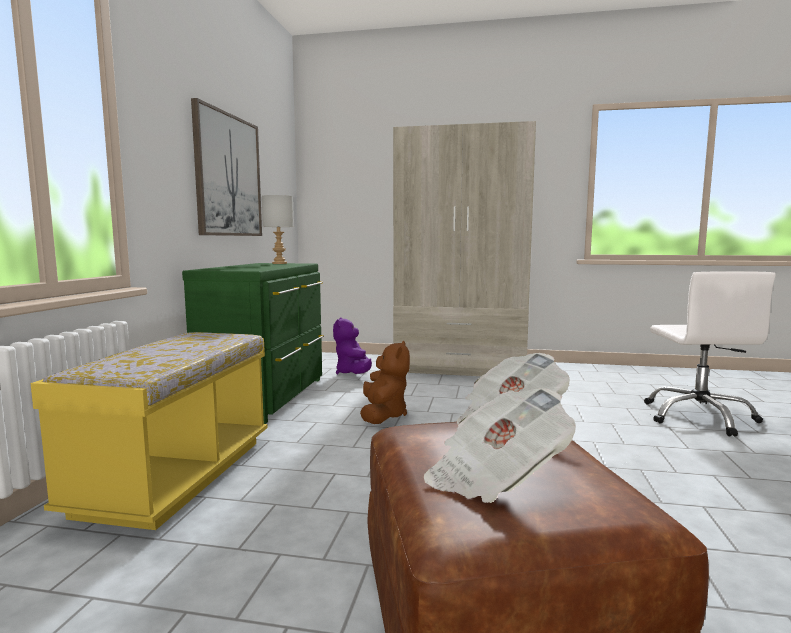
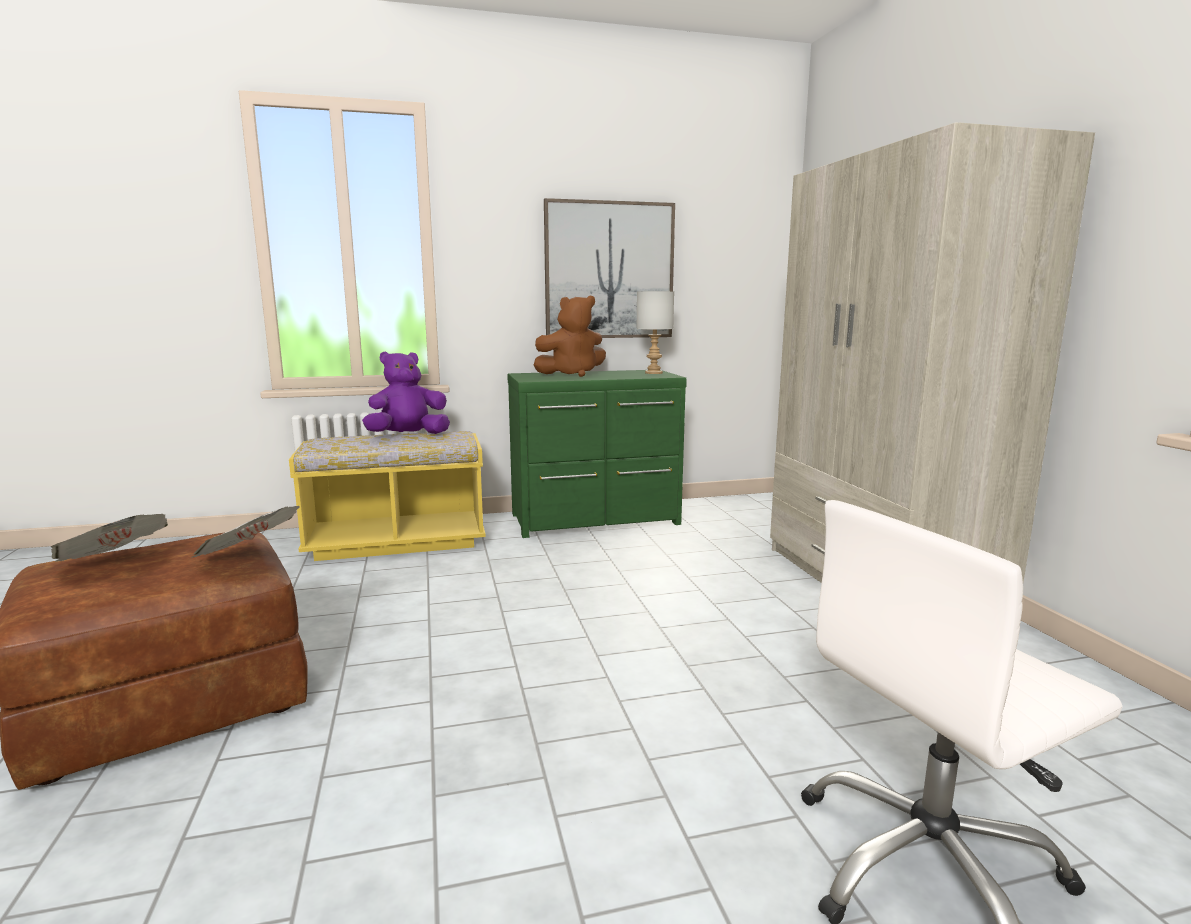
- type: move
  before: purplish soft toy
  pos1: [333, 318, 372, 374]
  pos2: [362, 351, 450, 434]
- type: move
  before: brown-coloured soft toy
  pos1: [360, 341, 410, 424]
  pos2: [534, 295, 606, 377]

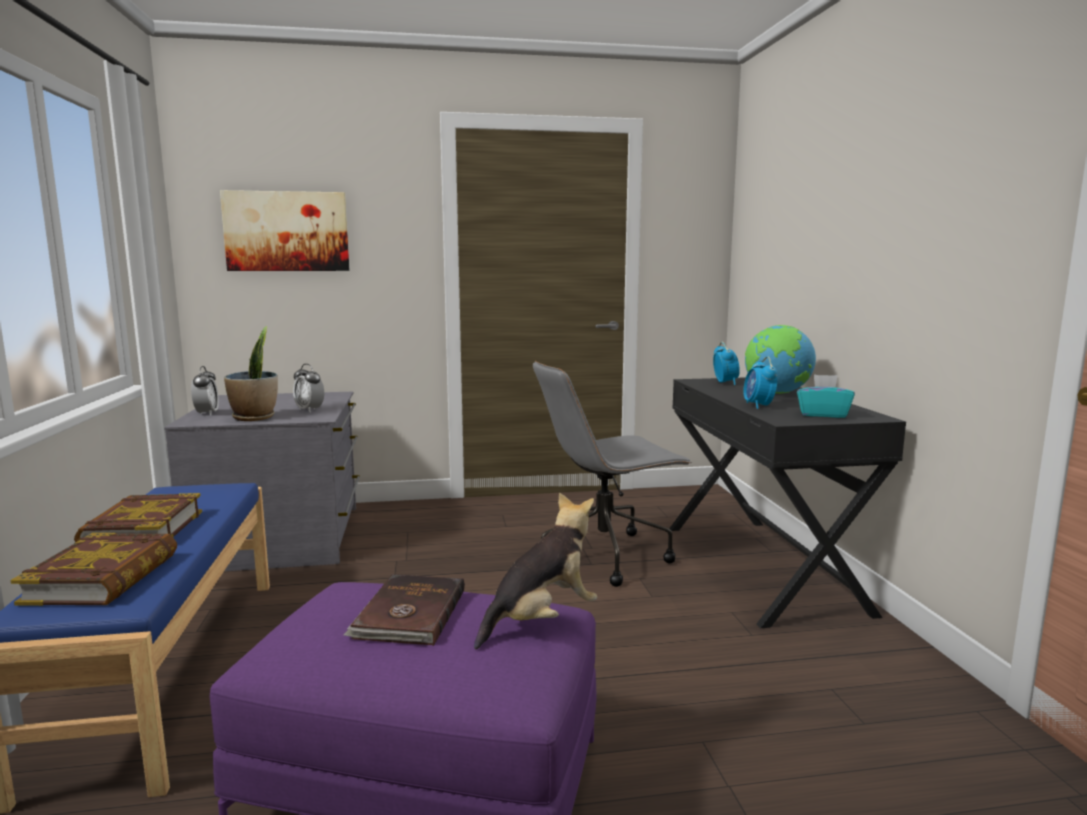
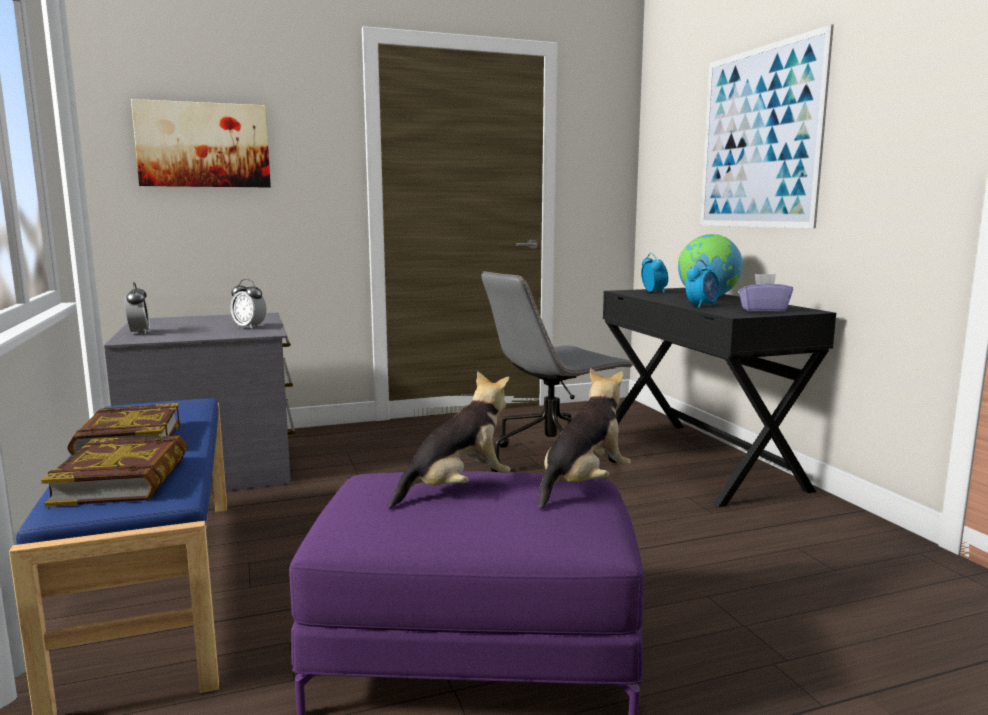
- type: delete
  before: houseplant
  pos1: [224, 326, 278, 421]
- type: replace
  before: brown-coloured volume
  after: soft toy
  pos1: [344, 574, 465, 646]
  pos2: [388, 371, 511, 509]
- type: rotate
  before: alarm clock
  pos1: [743, 356, 777, 409]
  pos2: [686, 260, 720, 308]
  turn: -120
- type: recolor
  before: turquoise-coloured tissue box
  after: purplish tissue box
  pos1: [797, 374, 855, 418]
  pos2: [738, 274, 793, 312]
- type: insert
  after: wall picture
  pos2: [700, 24, 834, 228]

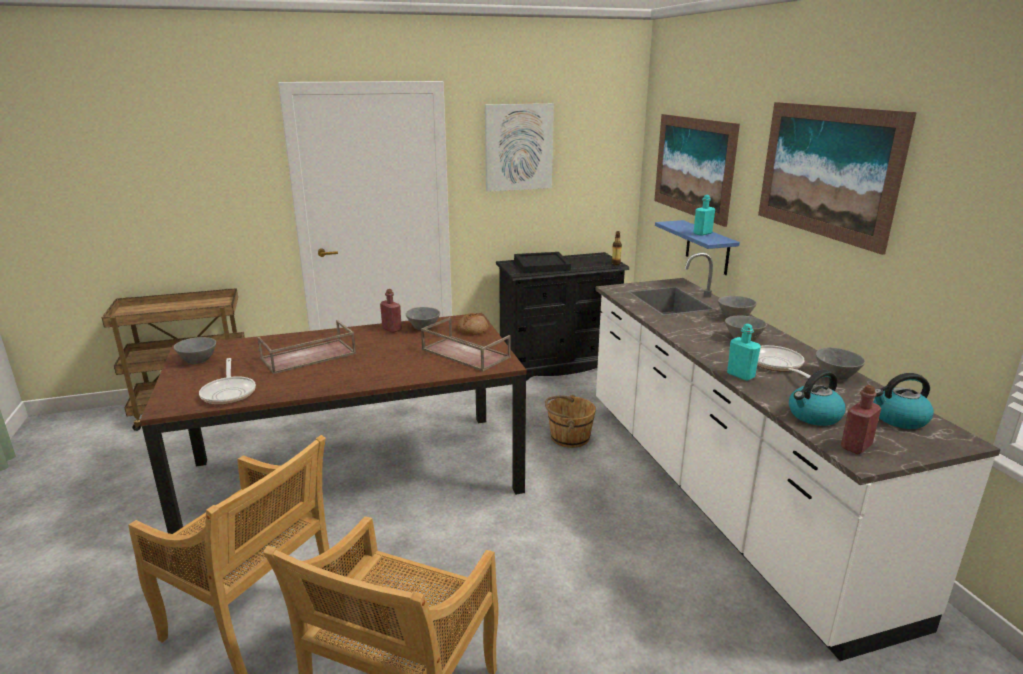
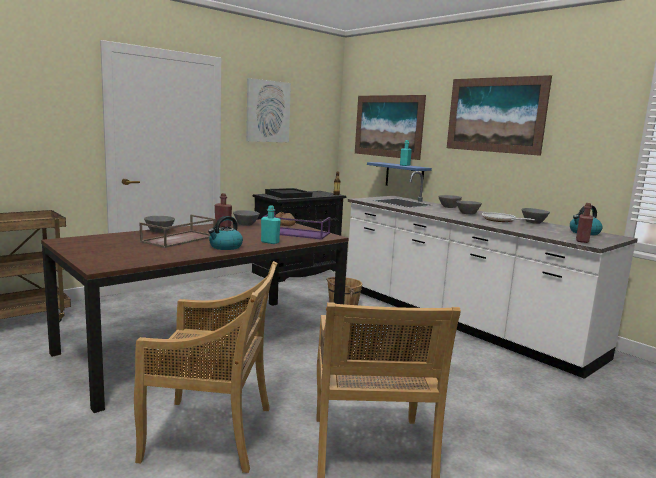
- type: move
  before: grey deep dish
  pos1: [174, 337, 216, 364]
  pos2: [144, 216, 175, 233]
- type: delete
  before: frying pan
  pos1: [199, 358, 256, 405]
- type: recolor
  before: brown-coloured carrying tray
  after: purplish carrying tray
  pos1: [421, 317, 511, 371]
  pos2: [263, 212, 331, 240]
- type: move
  before: turquoise-coloured drink bottle
  pos1: [727, 324, 761, 381]
  pos2: [261, 205, 281, 244]
- type: move
  before: tea kettle
  pos1: [789, 370, 846, 426]
  pos2: [208, 216, 243, 250]

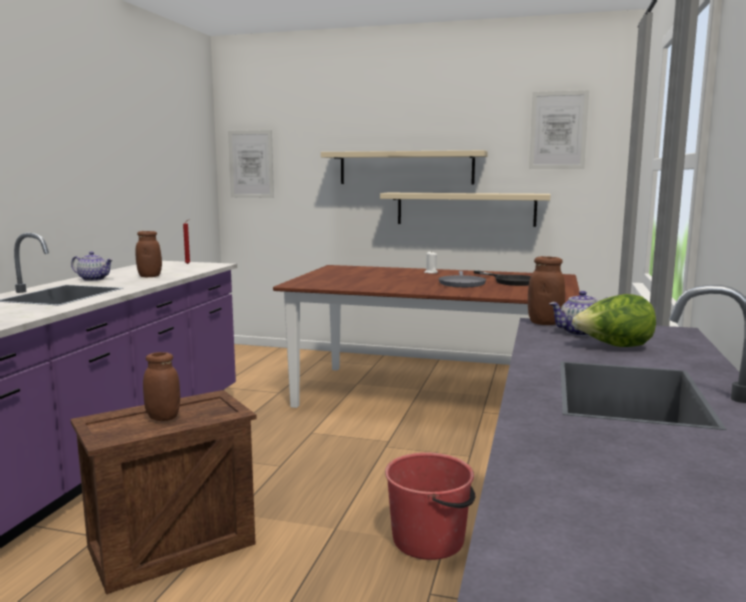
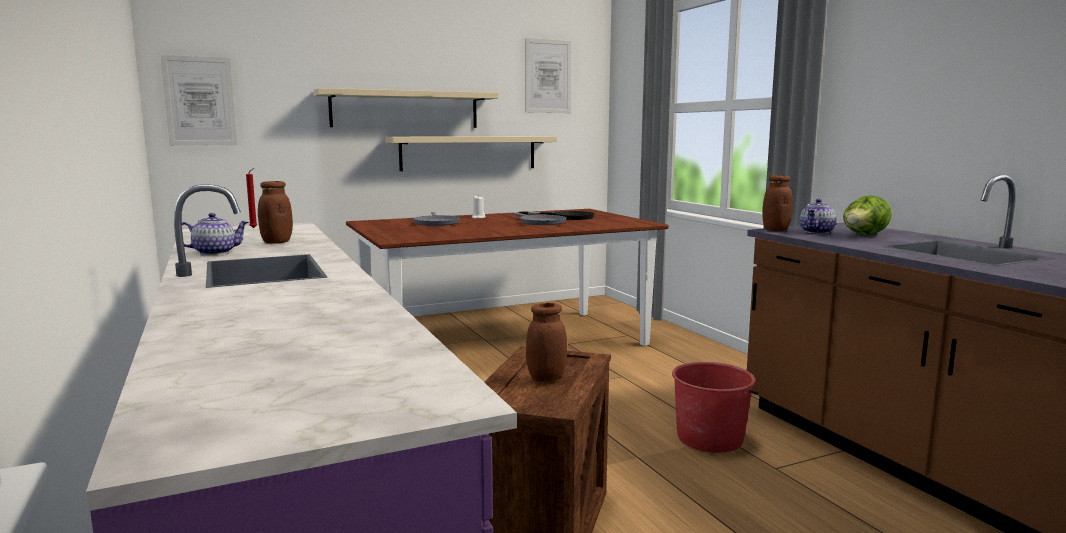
- type: insert
  after: grey frying pan
  pos2: [413, 212, 460, 226]

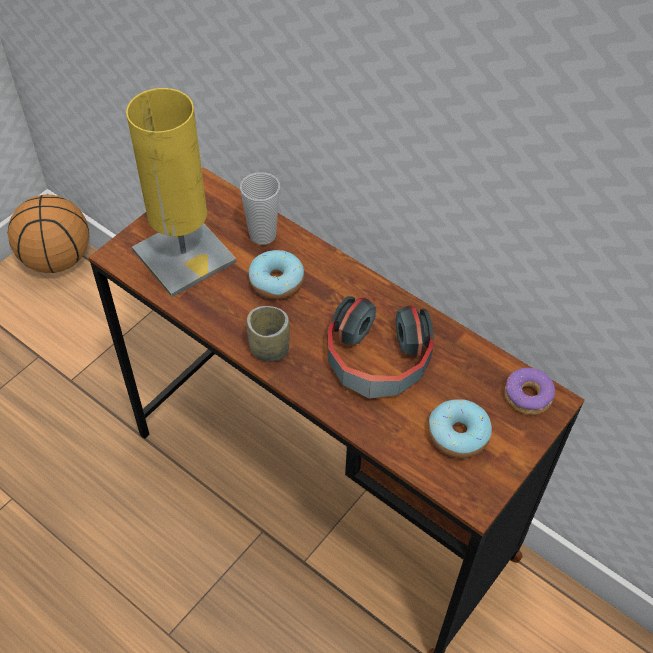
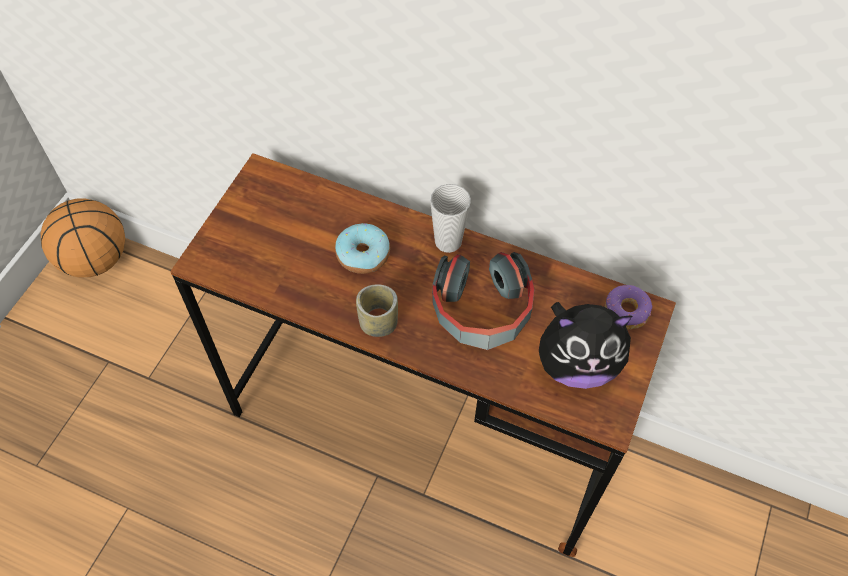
- type: delete
  before: yellow-coloured table lamp
  pos1: [126, 88, 236, 297]
- type: move
  before: small cup
  pos1: [240, 172, 280, 245]
  pos2: [430, 184, 471, 253]
- type: replace
  before: donut
  after: soft toy
  pos1: [428, 399, 492, 458]
  pos2: [539, 302, 632, 389]

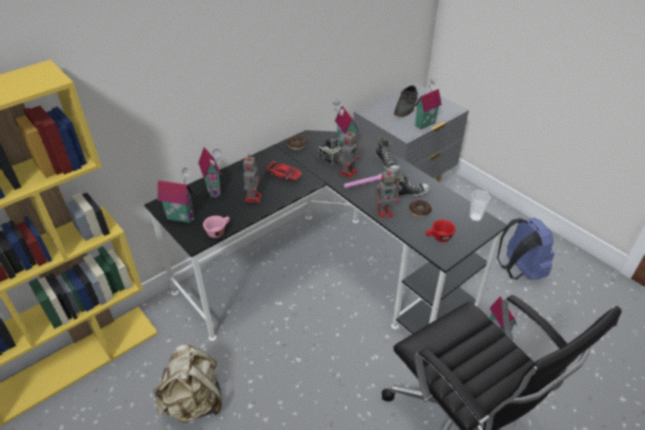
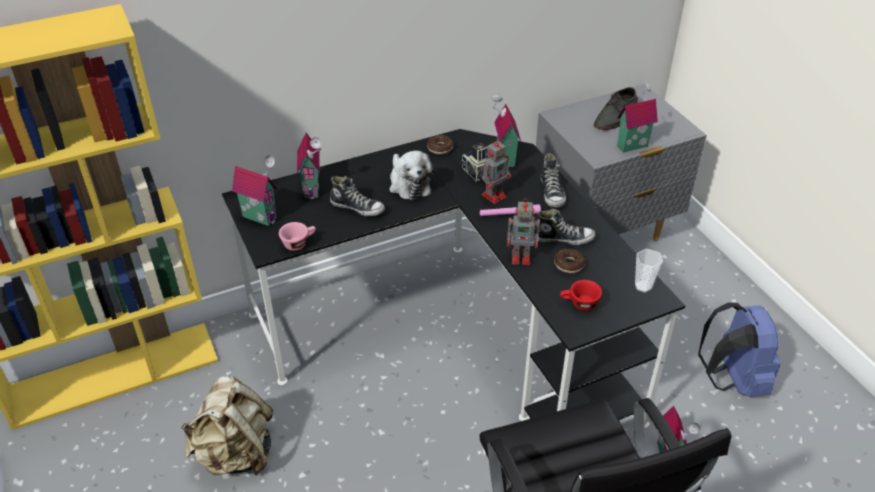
- type: replace
  before: toy robot
  after: low shoe
  pos1: [243, 154, 262, 203]
  pos2: [330, 176, 385, 217]
- type: replace
  before: model car
  after: soft toy
  pos1: [266, 161, 302, 181]
  pos2: [389, 151, 435, 200]

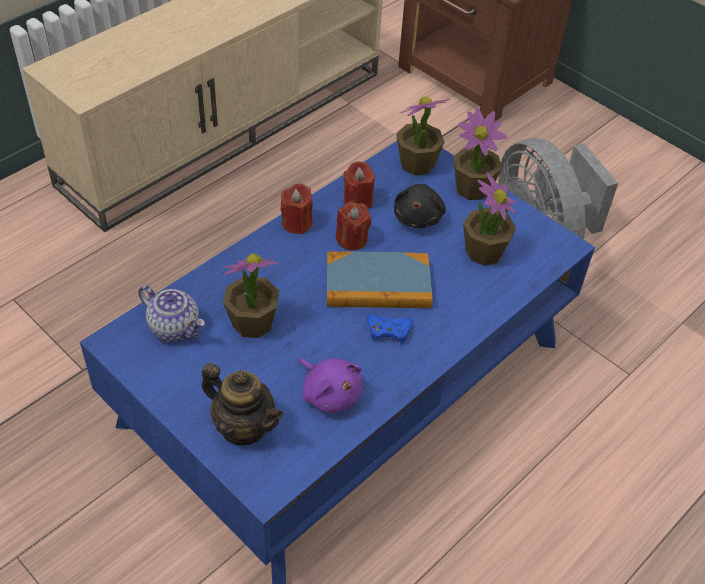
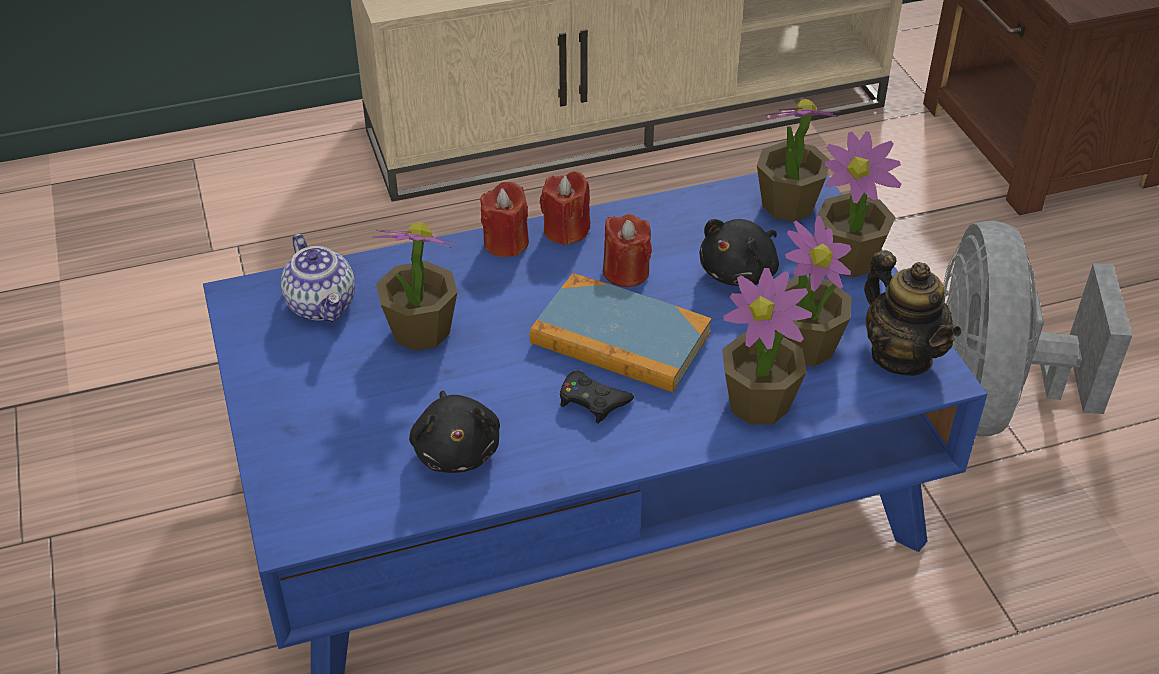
- type: move
  before: tea pot
  pos1: [202, 363, 283, 445]
  pos2: [864, 250, 962, 376]
- type: recolor
  before: purplish soft toy
  after: blackish soft toy
  pos1: [299, 358, 363, 413]
  pos2: [409, 391, 500, 473]
- type: move
  before: red-coloured wax candle
  pos1: [344, 161, 375, 209]
  pos2: [480, 182, 529, 257]
- type: recolor
  before: blue game controller
  after: blackish game controller
  pos1: [367, 314, 413, 344]
  pos2: [560, 370, 634, 423]
- type: insert
  after: houseplant
  pos2: [722, 268, 812, 425]

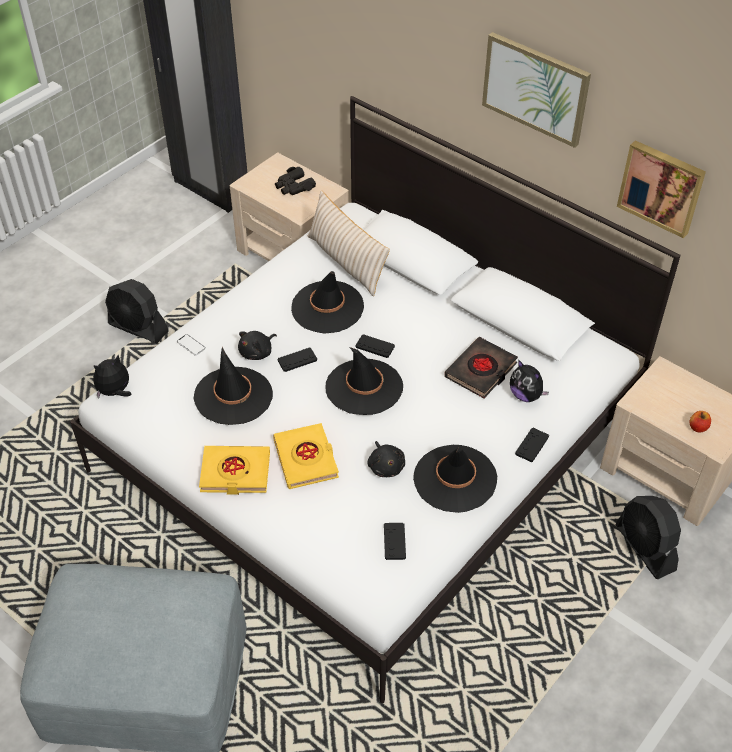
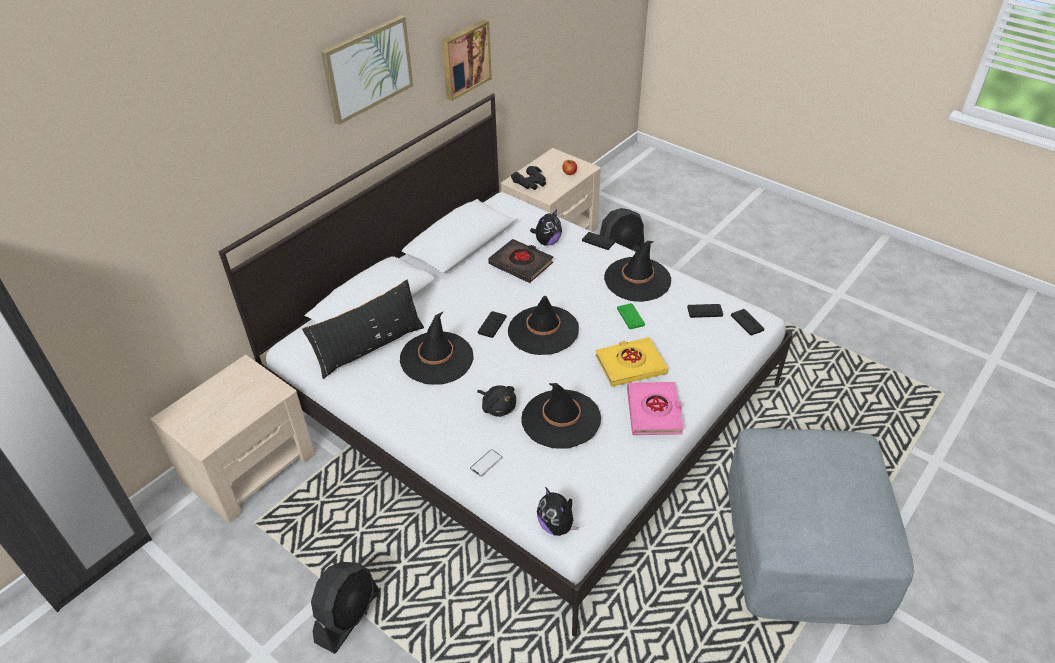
- type: recolor
  before: yellow-coloured volume
  after: pinkish volume
  pos1: [199, 446, 270, 495]
  pos2: [627, 382, 684, 435]
- type: move
  before: blackish binoculars
  pos1: [275, 166, 316, 195]
  pos2: [511, 166, 546, 190]
- type: move
  before: blackish game controller
  pos1: [278, 347, 317, 372]
  pos2: [731, 309, 764, 336]
- type: recolor
  before: sand-coloured throw pillow
  after: blackish throw pillow
  pos1: [308, 190, 390, 297]
  pos2: [302, 280, 424, 379]
- type: replace
  before: blackish soft toy
  after: green game controller
  pos1: [367, 441, 405, 477]
  pos2: [617, 303, 645, 329]

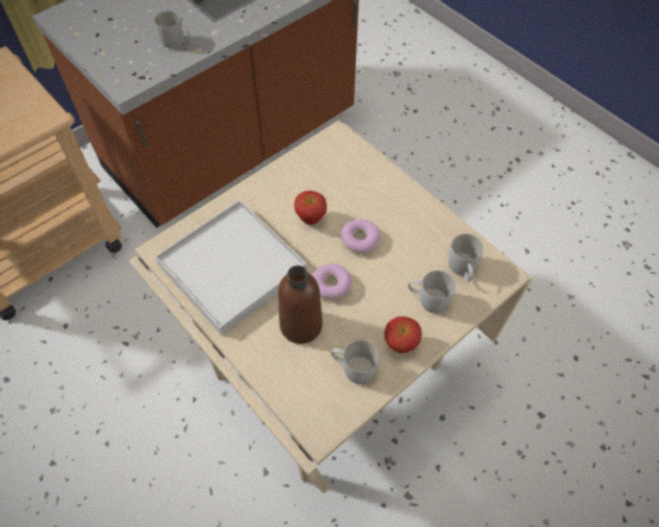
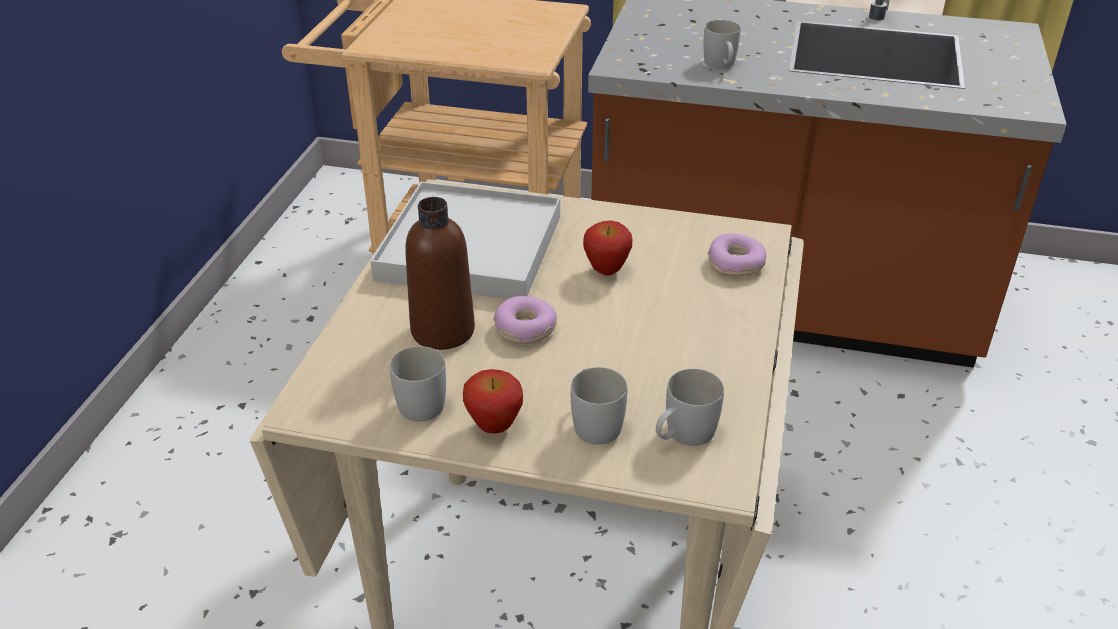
- type: move
  before: donut
  pos1: [341, 219, 380, 255]
  pos2: [707, 233, 766, 277]

